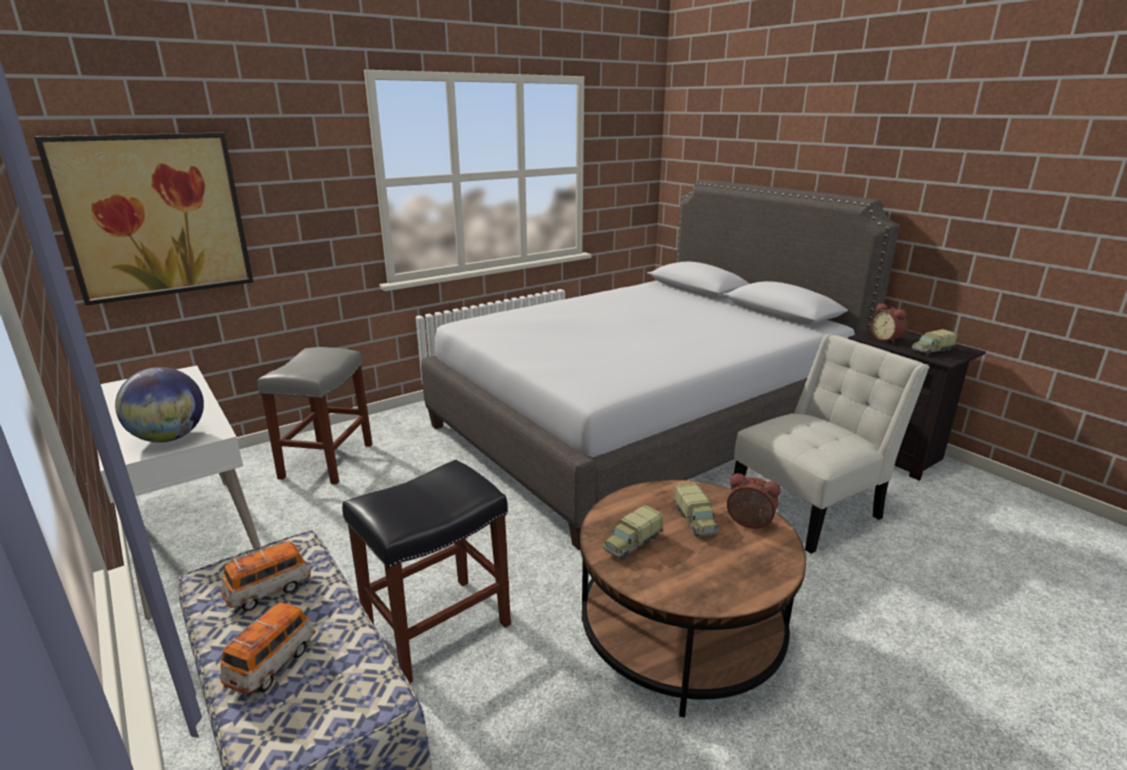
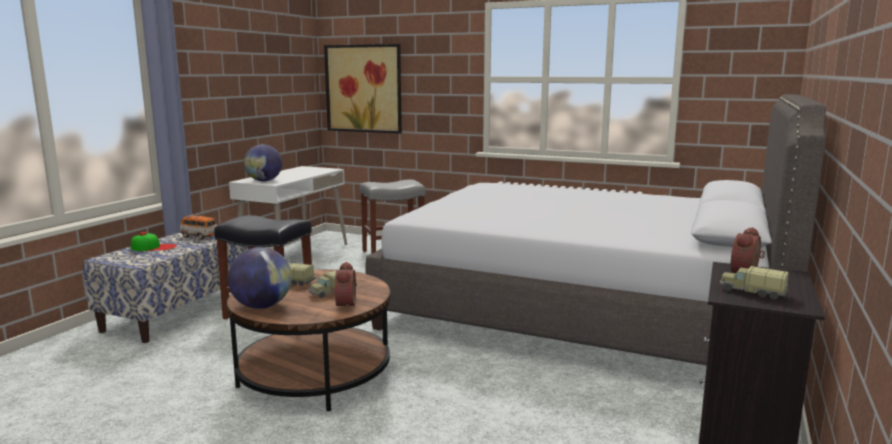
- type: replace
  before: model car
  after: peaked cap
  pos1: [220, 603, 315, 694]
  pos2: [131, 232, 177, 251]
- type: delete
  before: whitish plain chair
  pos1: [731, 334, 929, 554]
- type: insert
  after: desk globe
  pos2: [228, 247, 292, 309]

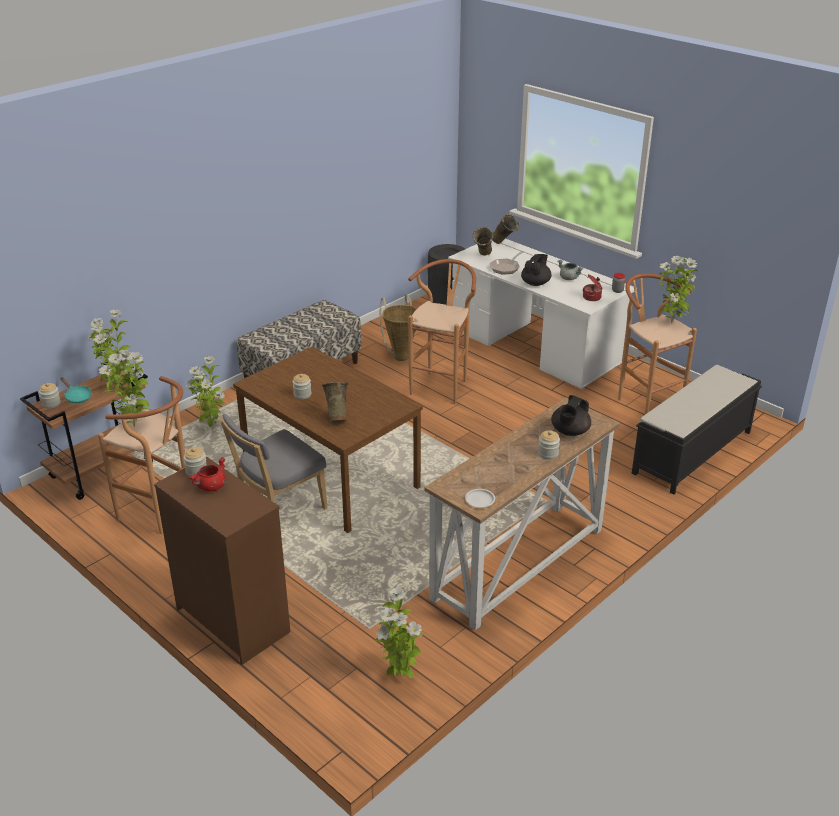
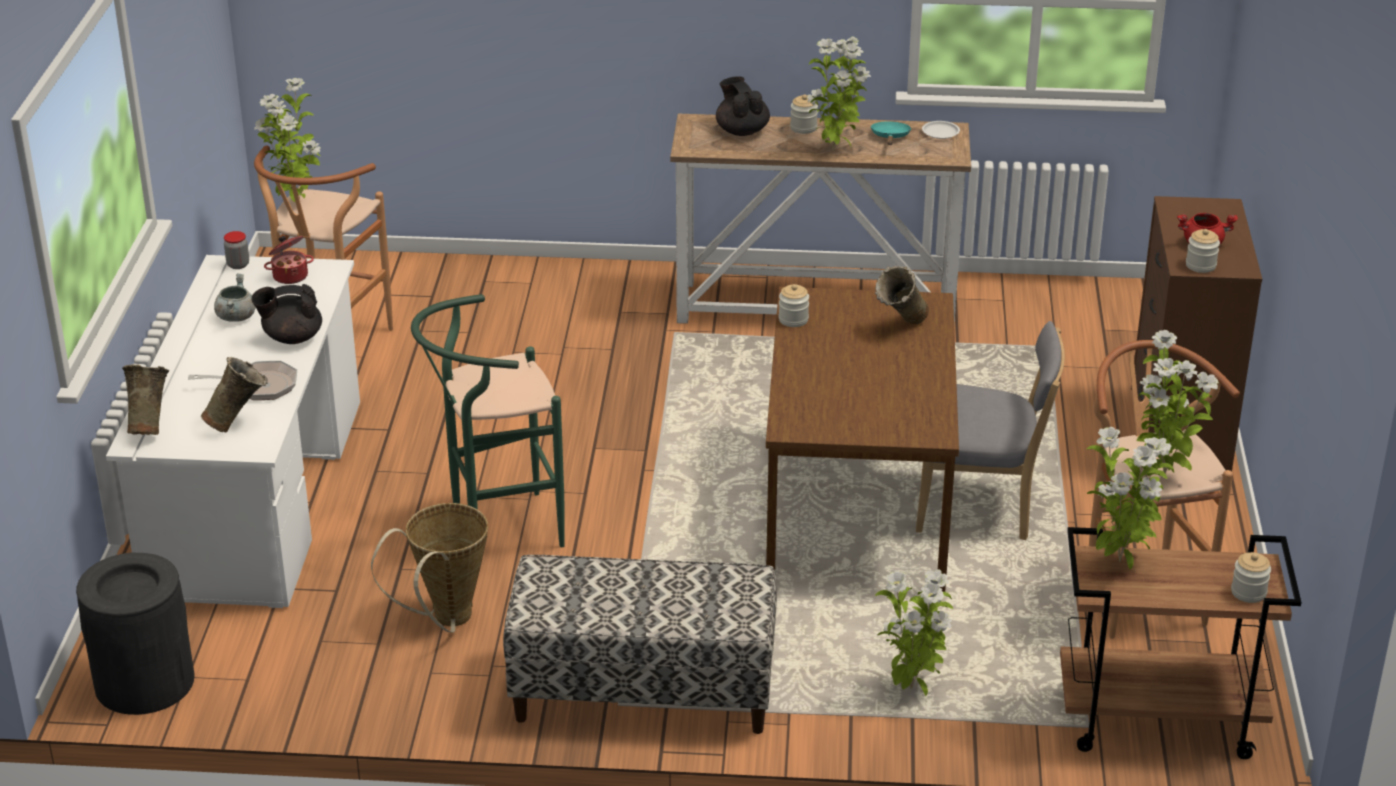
- type: move
  before: turquoise-coloured frying pan
  pos1: [60, 377, 91, 403]
  pos2: [870, 121, 912, 145]
- type: move
  before: preserve jar
  pos1: [292, 374, 311, 399]
  pos2: [779, 284, 809, 327]
- type: move
  before: houseplant
  pos1: [375, 587, 423, 678]
  pos2: [807, 37, 871, 151]
- type: recolor
  before: brown-coloured sitting stool
  after: green sitting stool
  pos1: [408, 259, 476, 404]
  pos2: [411, 294, 565, 547]
- type: rotate
  before: blackish tea pot
  pos1: [551, 395, 591, 436]
  pos2: [716, 76, 770, 136]
  turn: -105
- type: delete
  before: blackish long seat
  pos1: [632, 365, 762, 495]

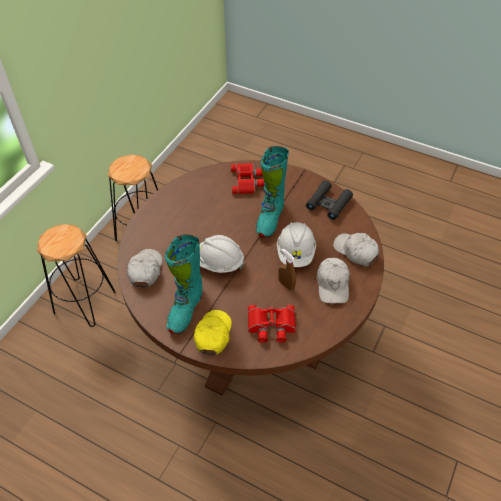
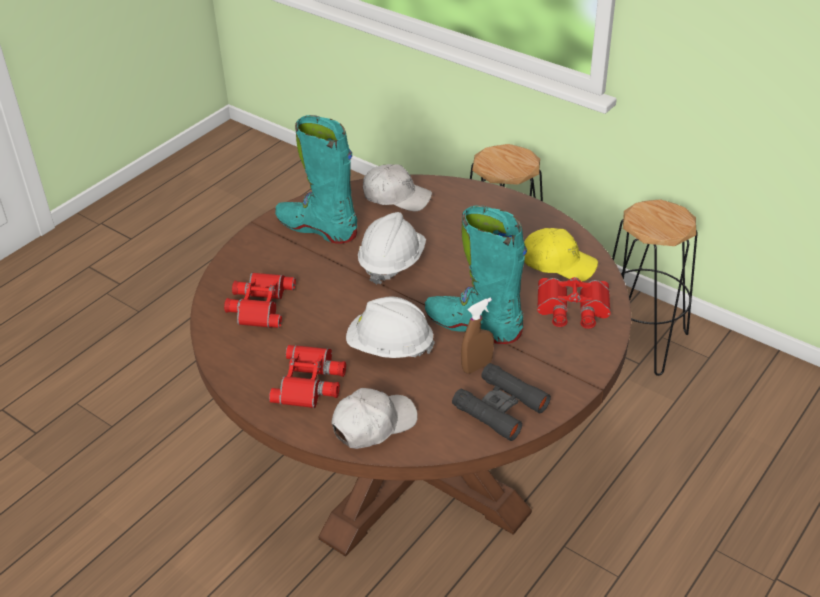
- type: move
  before: yellow-coloured peaked cap
  pos1: [194, 310, 232, 355]
  pos2: [524, 228, 598, 281]
- type: move
  before: brown-coloured hand sprayer
  pos1: [278, 249, 296, 291]
  pos2: [461, 298, 494, 373]
- type: replace
  before: whitish peaked cap
  after: red-coloured binoculars
  pos1: [316, 258, 350, 304]
  pos2: [269, 345, 346, 408]

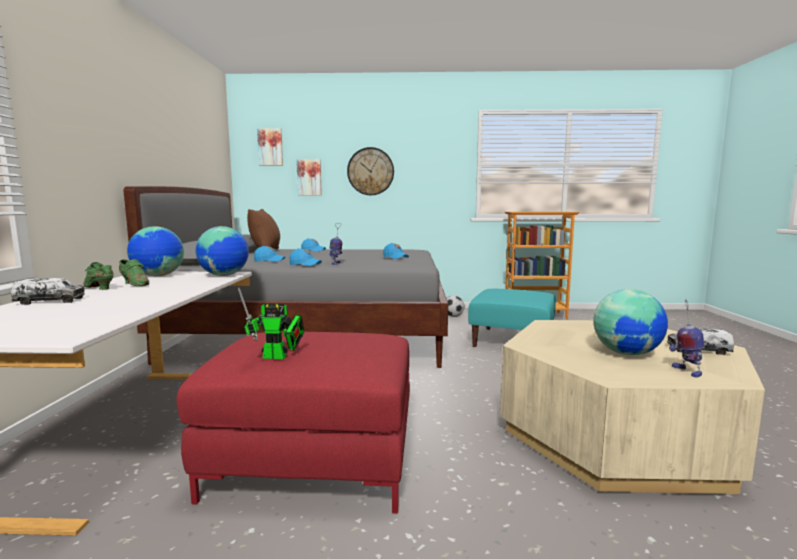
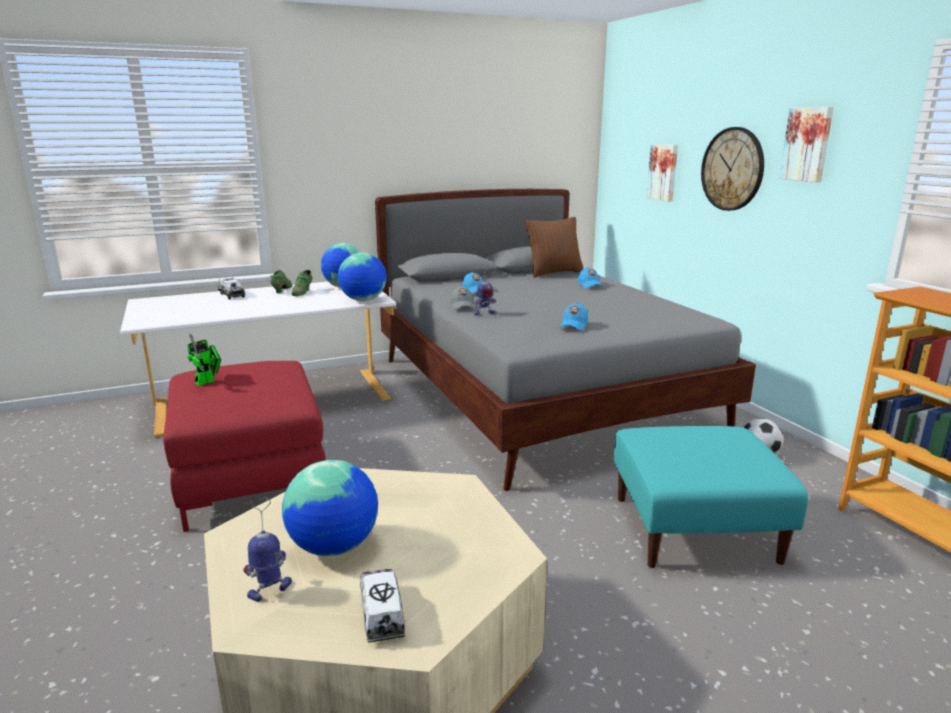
- type: rotate
  before: toy robot
  pos1: [238, 287, 304, 359]
  pos2: [187, 333, 221, 386]
  turn: -120
- type: move
  before: wall picture
  pos1: [257, 128, 283, 166]
  pos2: [779, 107, 834, 182]
- type: recolor
  before: blue peaked cap
  after: grey peaked cap
  pos1: [289, 248, 322, 266]
  pos2: [451, 285, 475, 310]

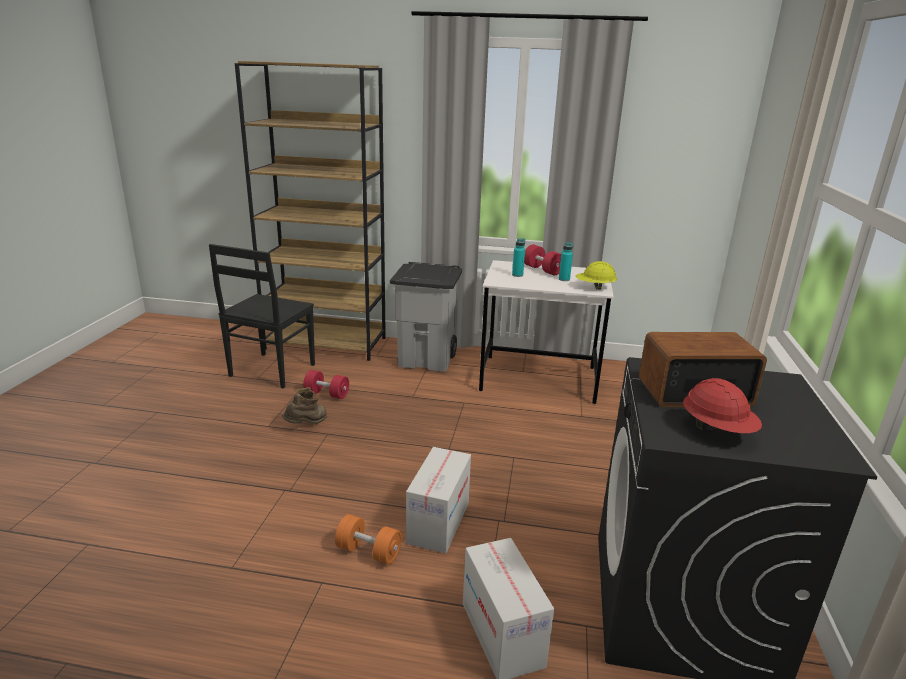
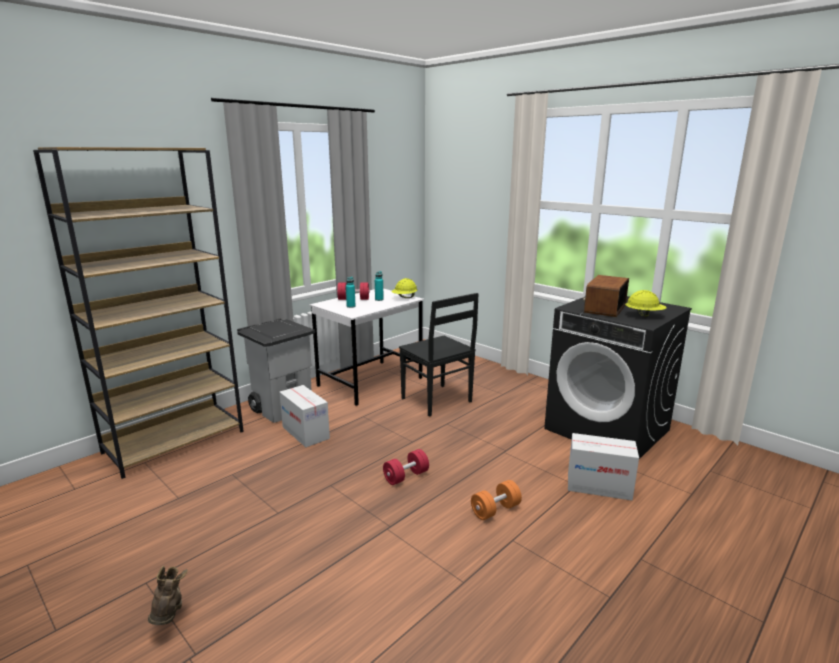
- type: move
  before: blackish plain chair
  pos1: [209, 244, 315, 389]
  pos2: [399, 293, 479, 417]
- type: move
  before: brown-coloured boot
  pos1: [282, 387, 327, 424]
  pos2: [148, 566, 188, 625]
- type: move
  before: red-coloured dumbbell
  pos1: [303, 370, 349, 399]
  pos2: [383, 449, 429, 485]
- type: move
  before: carton
  pos1: [406, 447, 471, 554]
  pos2: [279, 385, 330, 447]
- type: recolor
  before: red-coloured hard hat
  after: yellow-coloured hard hat
  pos1: [683, 378, 762, 433]
  pos2: [625, 290, 667, 317]

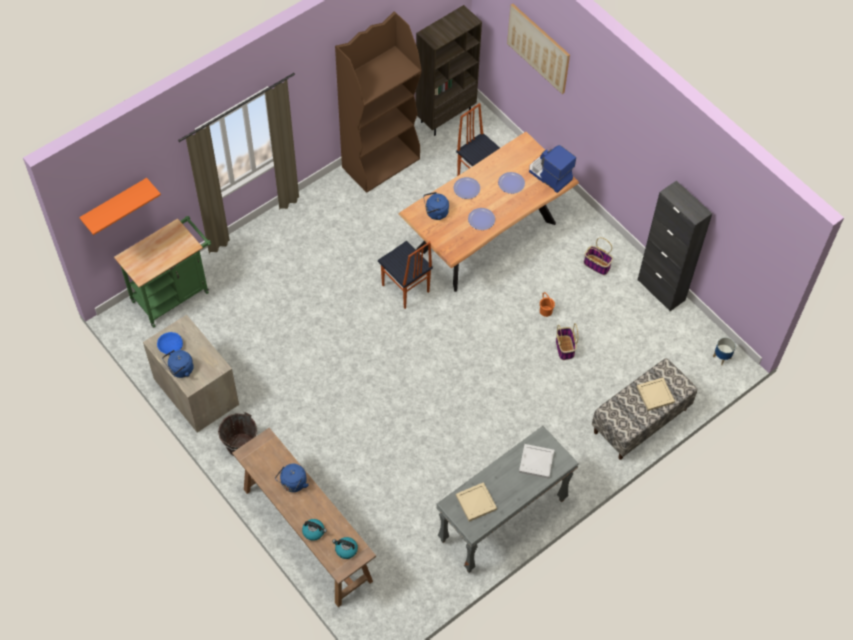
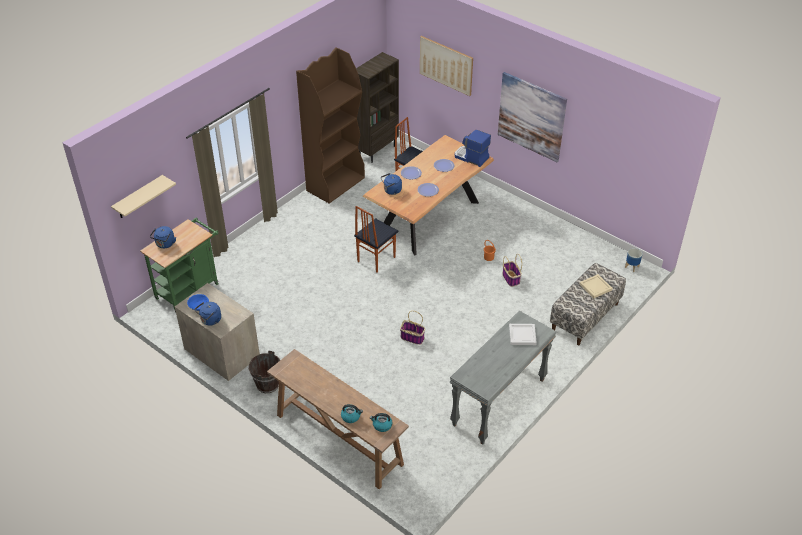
- type: recolor
  before: orange-coloured wall shelf
  after: sand-coloured wall shelf
  pos1: [79, 178, 161, 235]
  pos2: [111, 175, 176, 218]
- type: move
  before: blue tea kettle
  pos1: [275, 464, 309, 492]
  pos2: [150, 226, 176, 248]
- type: rotate
  before: plain chair
  pos1: [378, 241, 433, 309]
  pos2: [354, 206, 398, 273]
  turn: 90
- type: delete
  before: sand-coloured carrying tray
  pos1: [456, 482, 497, 521]
- type: move
  before: basket
  pos1: [584, 238, 613, 275]
  pos2: [400, 311, 425, 345]
- type: delete
  before: blackish cabinet
  pos1: [638, 181, 712, 311]
- type: insert
  after: wall picture
  pos2: [498, 72, 567, 162]

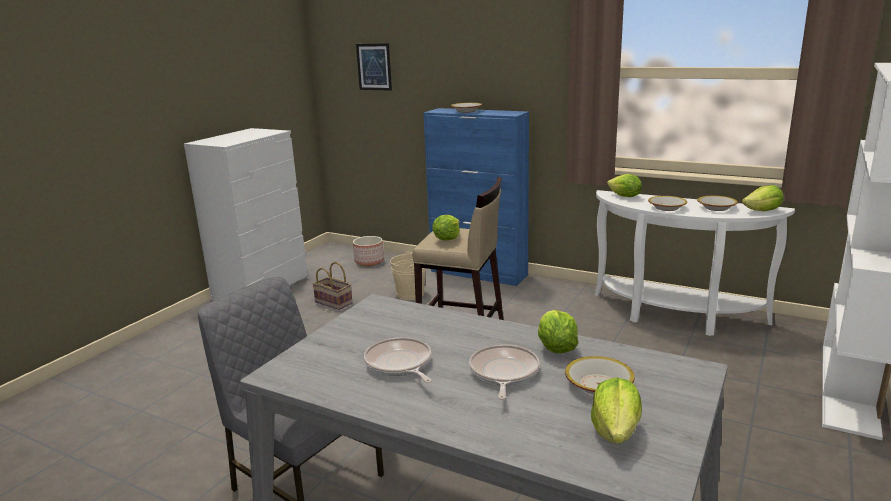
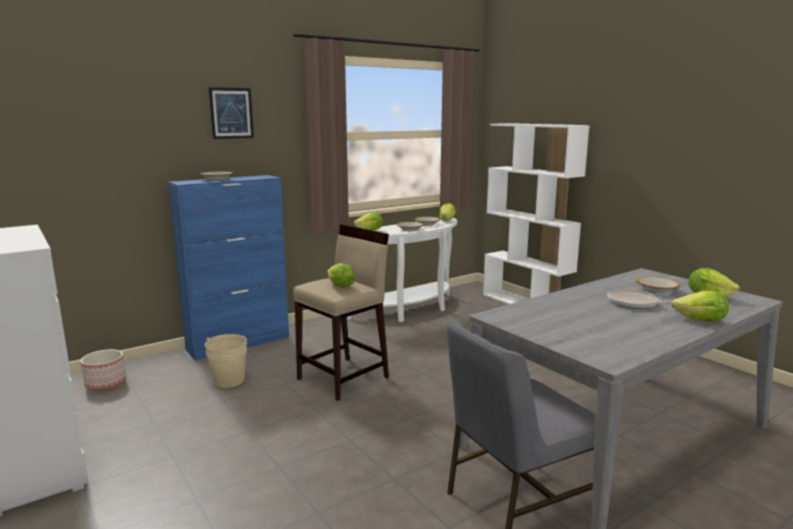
- type: delete
  before: basket
  pos1: [312, 262, 352, 310]
- type: move
  before: wall picture
  pos1: [356, 43, 392, 91]
  pos2: [209, 87, 254, 139]
- type: delete
  before: frying pan
  pos1: [364, 337, 432, 383]
- type: move
  before: lettuce head
  pos1: [538, 310, 578, 353]
  pos2: [671, 291, 729, 322]

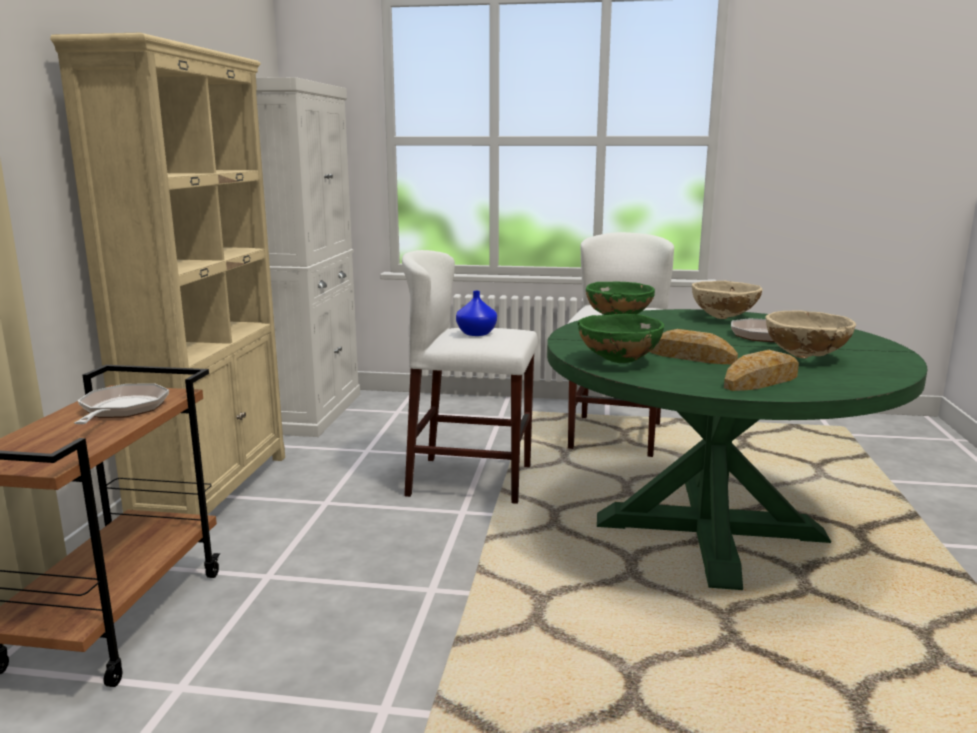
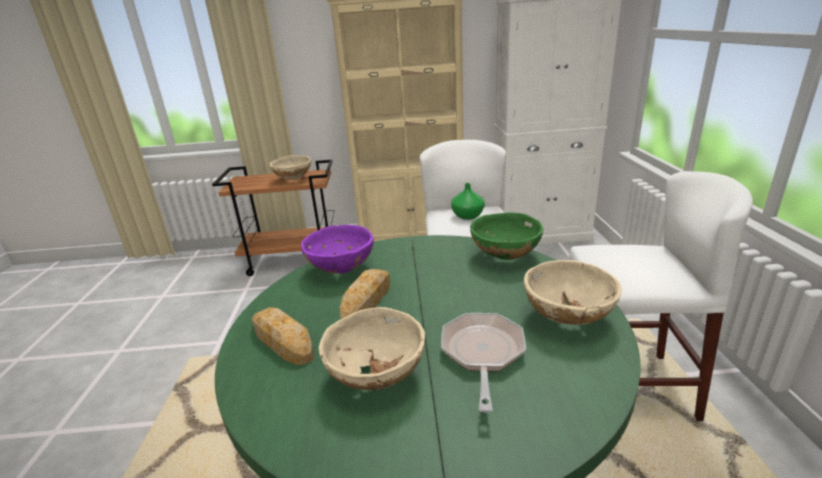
- type: replace
  before: frying pan
  after: sand-coloured deep dish
  pos1: [74, 384, 169, 424]
  pos2: [270, 155, 311, 180]
- type: recolor
  before: blue vase
  after: green vase
  pos1: [456, 291, 497, 336]
  pos2: [451, 183, 485, 220]
- type: recolor
  before: green deep dish
  after: purplish deep dish
  pos1: [578, 314, 664, 363]
  pos2: [301, 225, 374, 274]

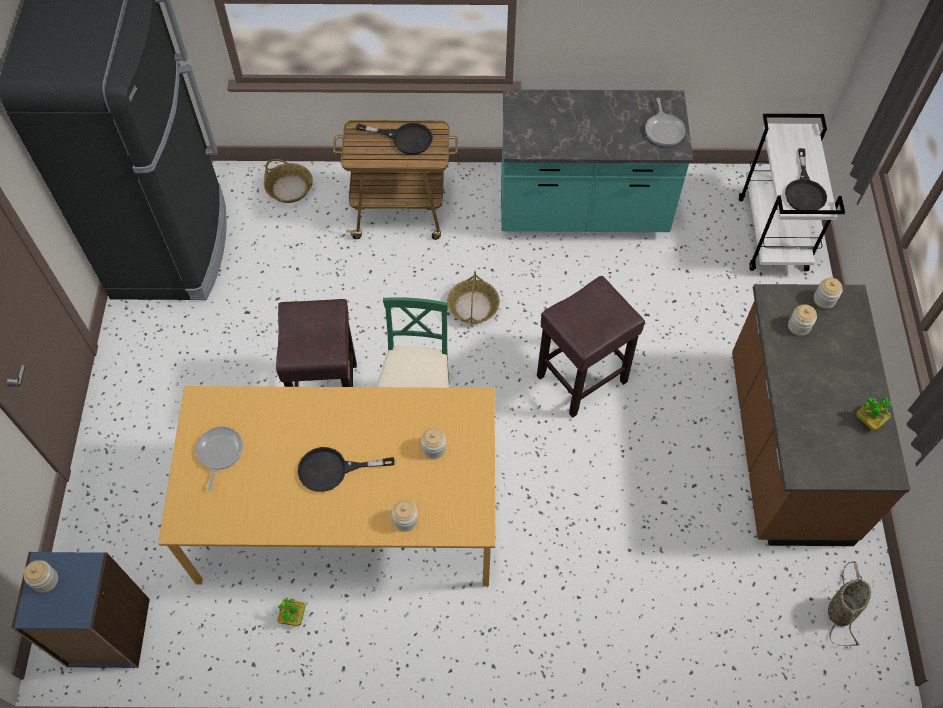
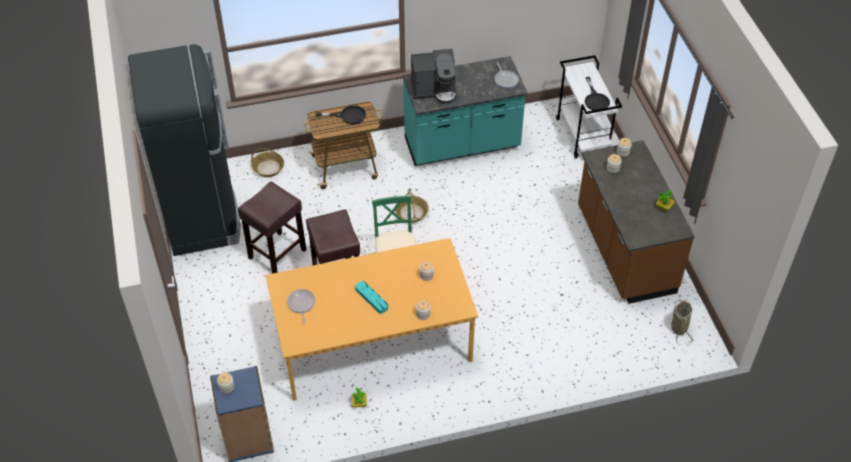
- type: replace
  before: blackish frying pan
  after: turquoise-coloured carrying tray
  pos1: [298, 447, 395, 492]
  pos2: [355, 281, 388, 314]
- type: move
  before: brown-coloured sitting stool
  pos1: [537, 276, 645, 418]
  pos2: [238, 182, 307, 274]
- type: insert
  after: coffee brewer
  pos2: [410, 49, 457, 104]

